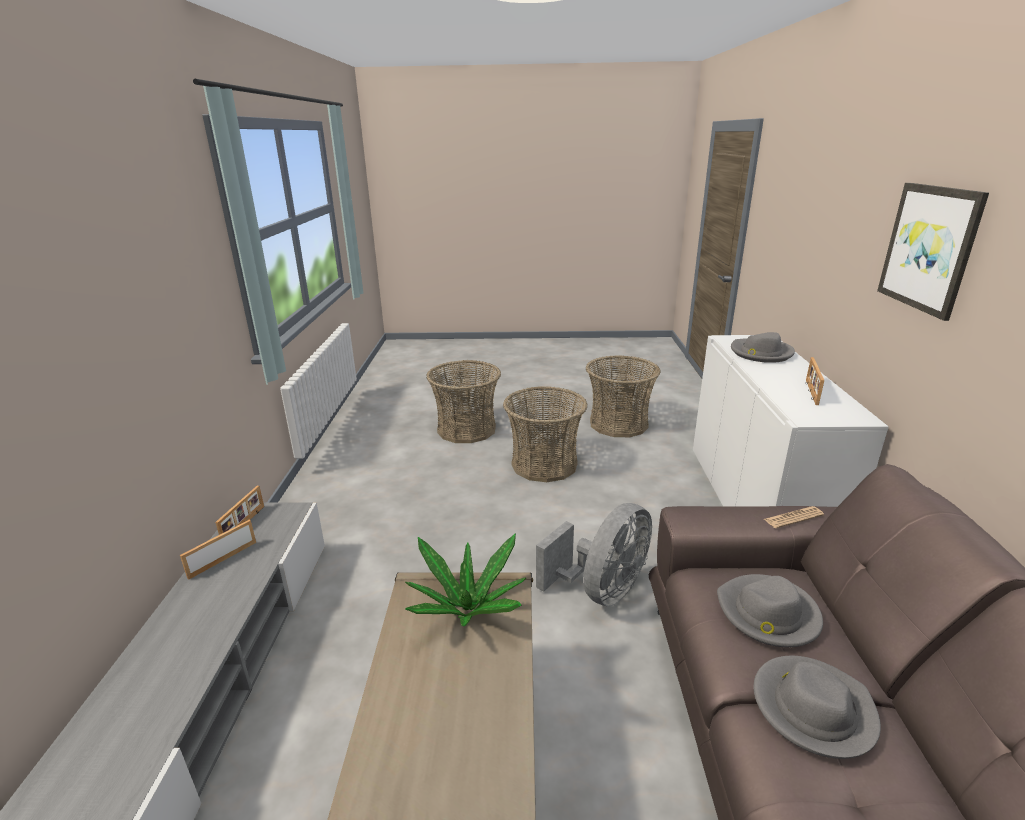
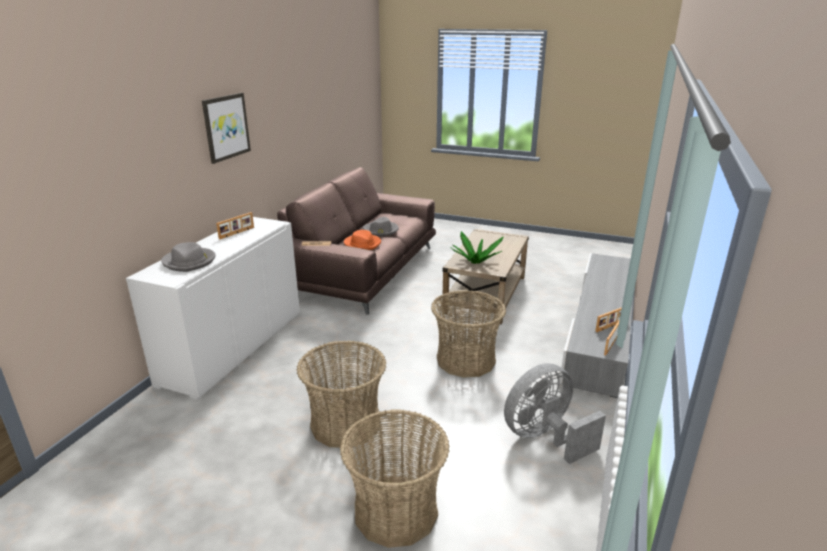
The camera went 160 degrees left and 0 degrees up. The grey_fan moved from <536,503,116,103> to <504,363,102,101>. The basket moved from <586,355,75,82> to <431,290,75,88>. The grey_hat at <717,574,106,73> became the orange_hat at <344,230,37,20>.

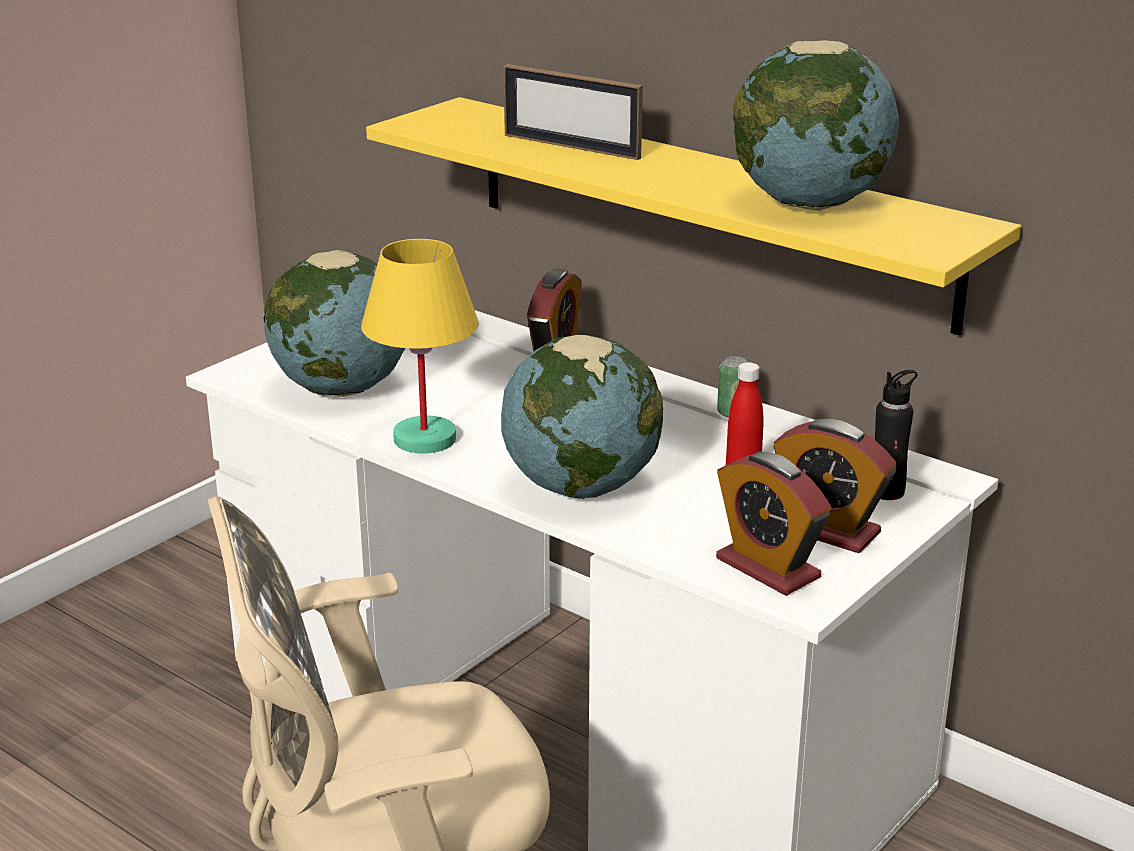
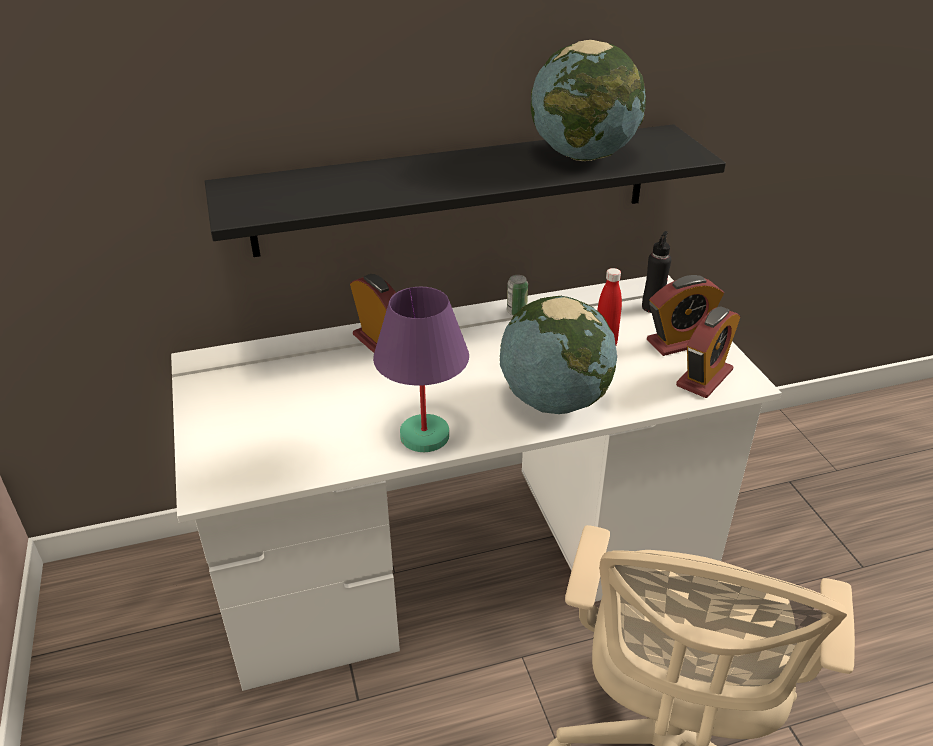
The camera went 55 degrees left and 10 degrees up. The globe at <263,250,142,147> disappeared. The picture_frame at <504,64,139,96> disappeared. The yellow_table_lamp at <361,239,118,214> became the purple_table_lamp at <373,287,96,165>. The yellow_shelf at <366,97,655,238> became the black_shelf at <205,124,521,133>. The alarm_clock at <716,452,115,144> turned 45 degrees counterclockwise.

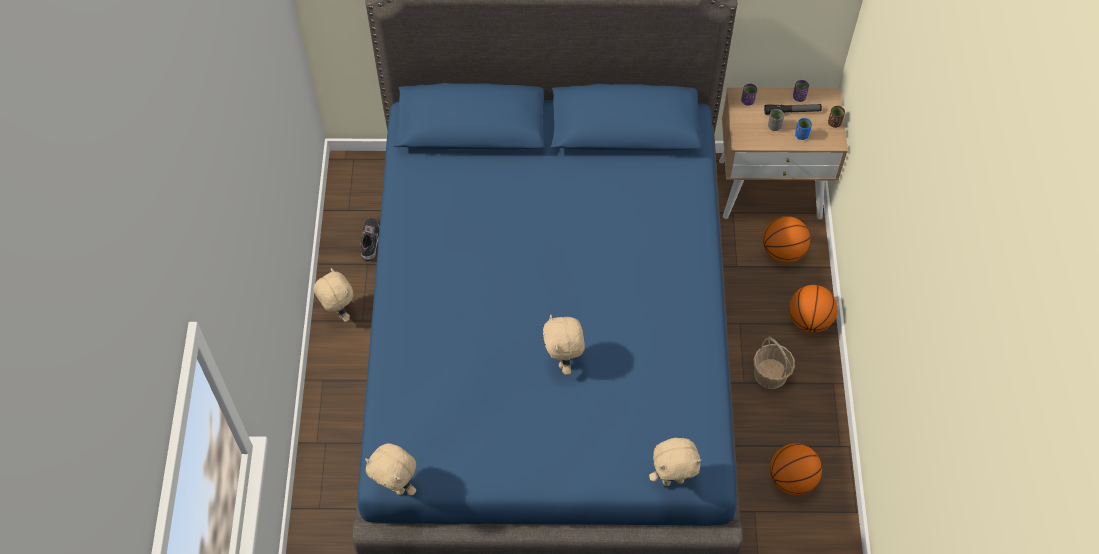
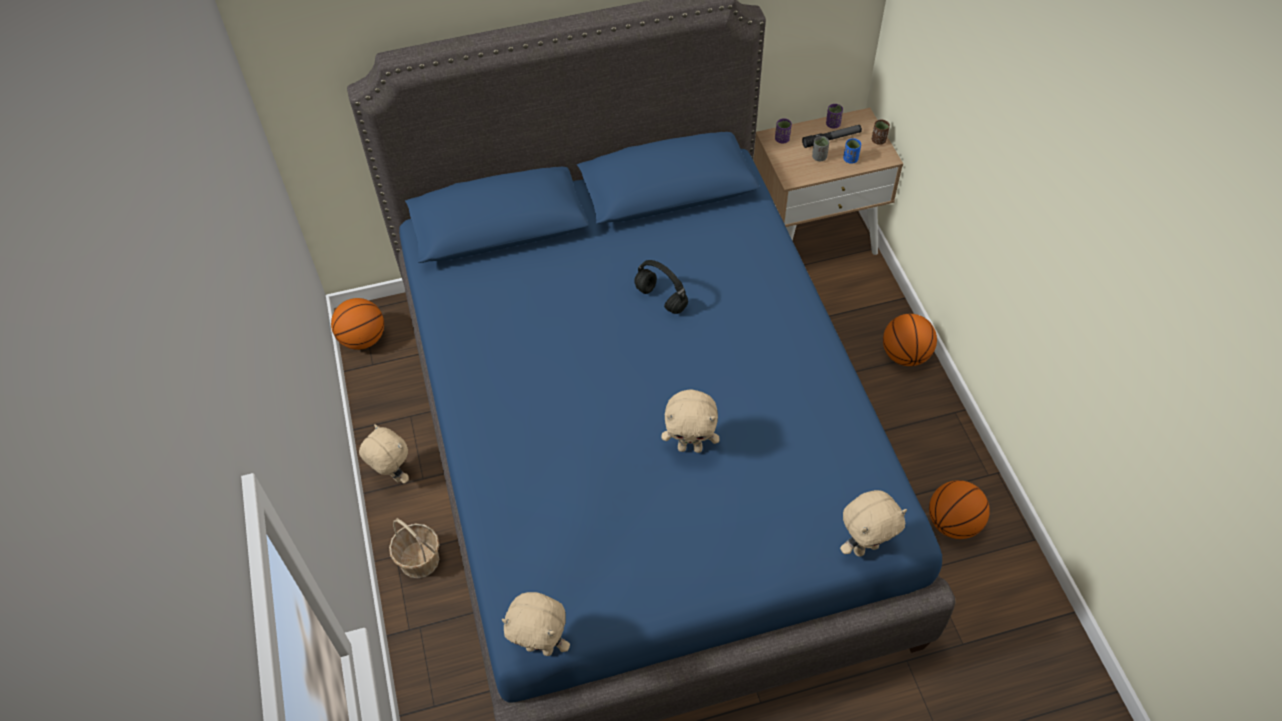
The camera went 15 degrees left and 5 degrees down. The shoe at <361,217,19,44> disappeared. The black_headphones at <634,260,54,54> appeared. The basket moved from <754,337,41,52> to <389,518,50,60>. The basketball moved from <763,216,47,47> to <331,298,53,52>. The beige_plush_toy at <543,314,42,61> turned 60 degrees counterclockwise.

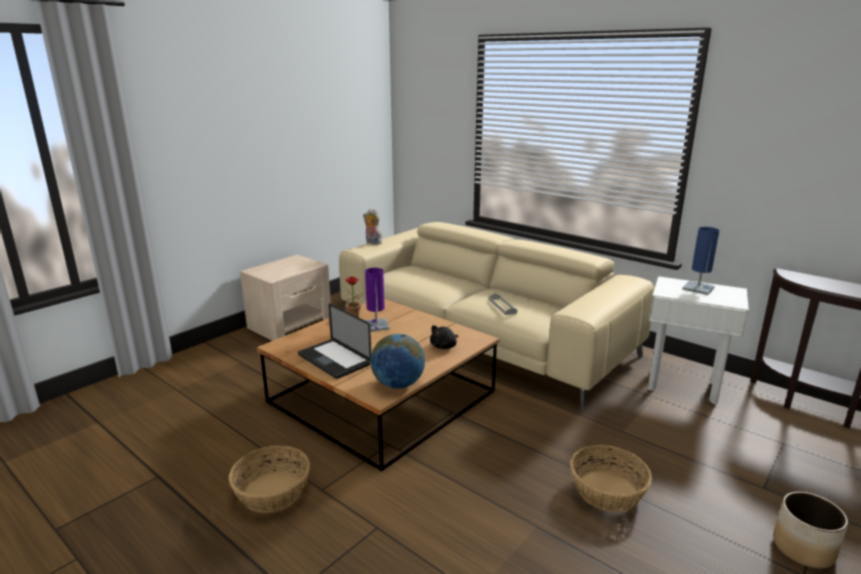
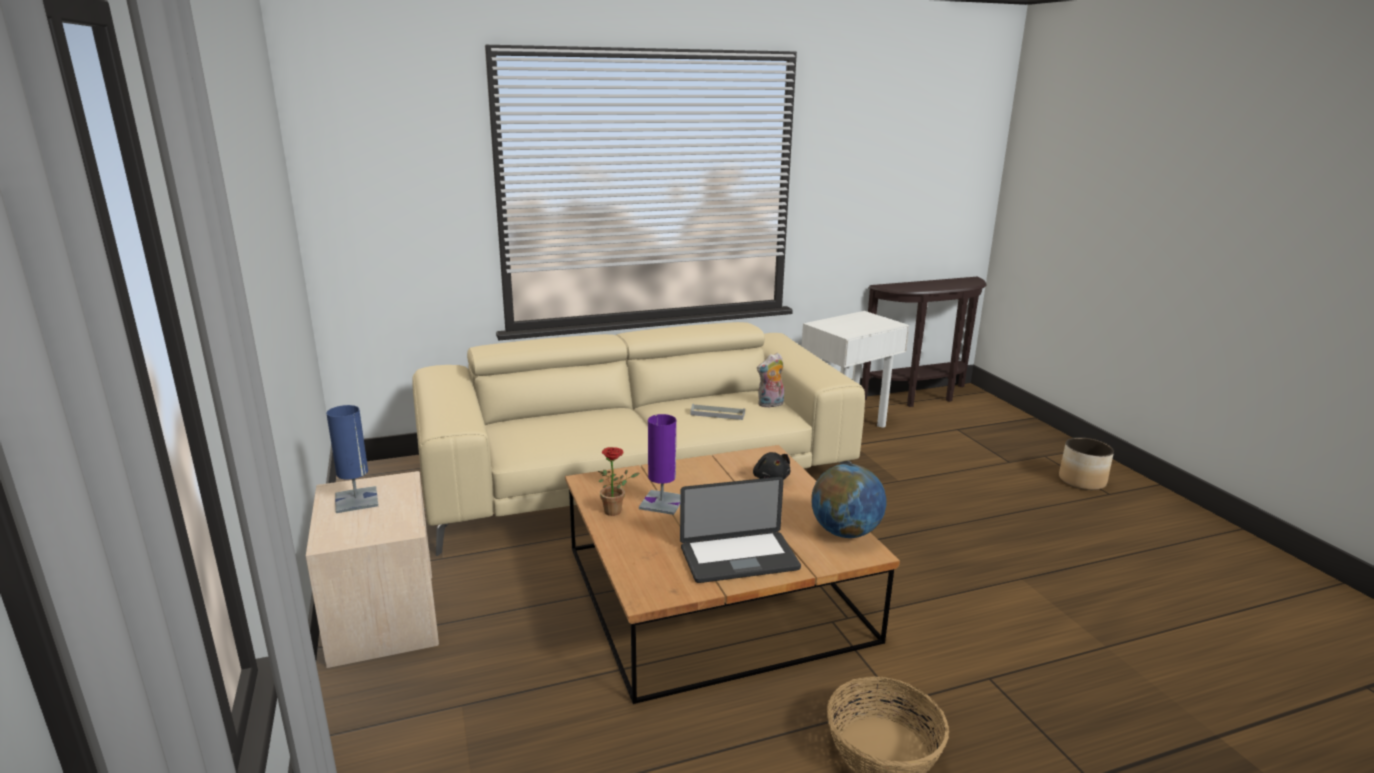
The camera went 60 degrees left and 0 degrees up. The basket at <570,445,82,67> disappeared. The plush_toy moved from <363,209,19,36> to <757,353,27,55>. The blue_table_lamp moved from <682,227,38,68> to <326,405,52,108>.

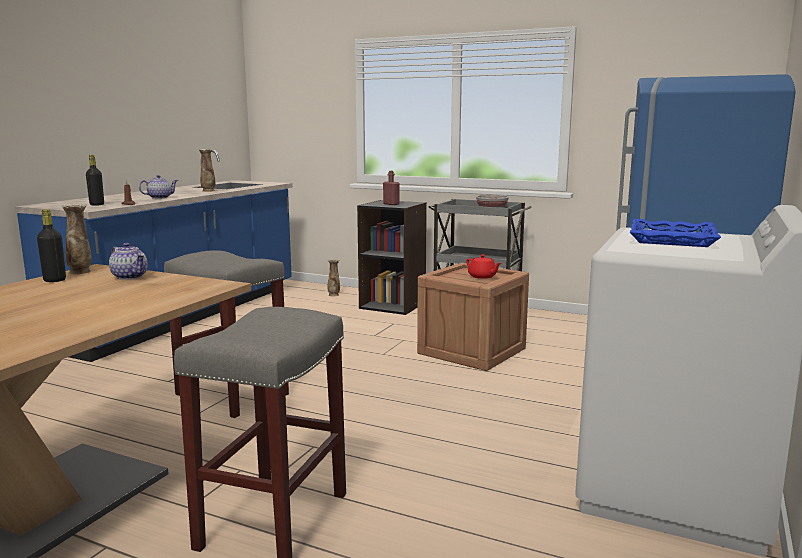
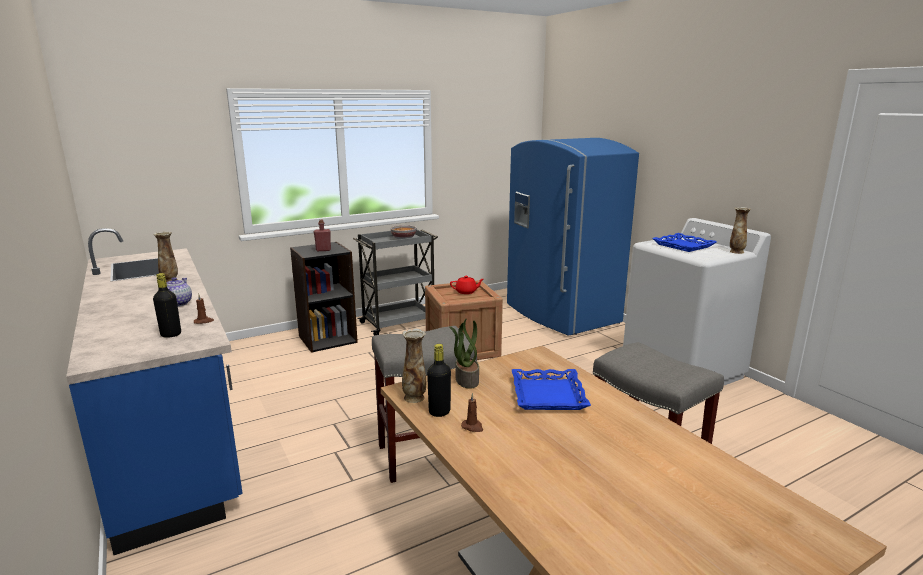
The camera went 55 degrees left and 5 degrees up. The brown_candle at <461,393,22,39> appeared. The blue_tray at <511,369,80,41> appeared. The vase moved from <328,259,12,37> to <730,207,21,47>. The teapot at <109,243,39,37> was replaced by the potted_plant at <449,319,30,70>.

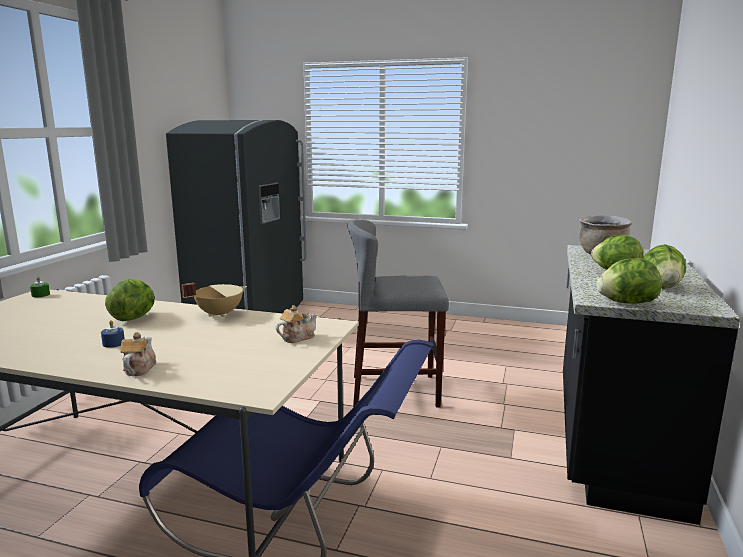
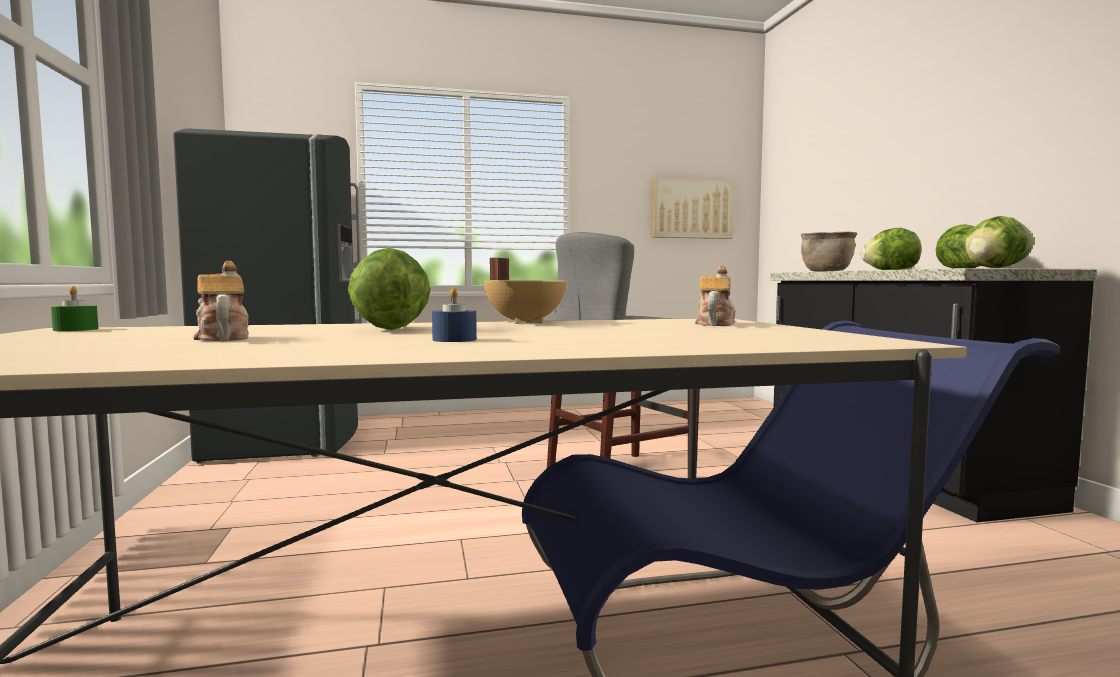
The camera went 30 degrees left and 10 degrees down. The picture at <651,178,83,61> appeared. The teapot moved from <120,332,36,44> to <193,261,56,80>.

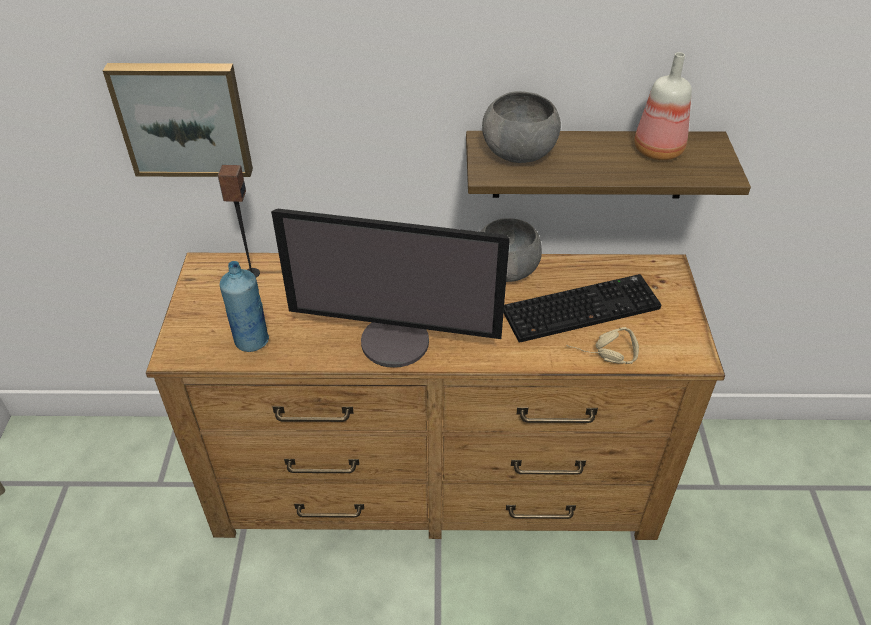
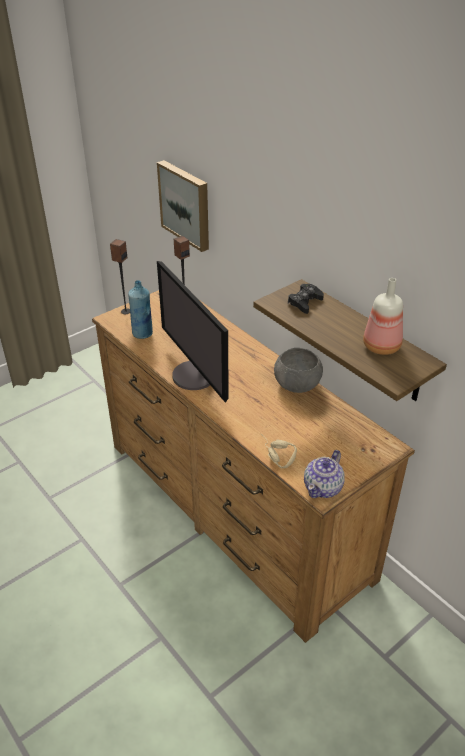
The camera went 50 degrees right and 5 degrees down. The keyboard at <504,274,157,69> disappeared. The speaker at <110,239,20,75> appeared. The teapot at <304,450,41,48> appeared. The grey_bowl at <482,91,79,72> was replaced by the black_game_controller at <288,284,36,30>.

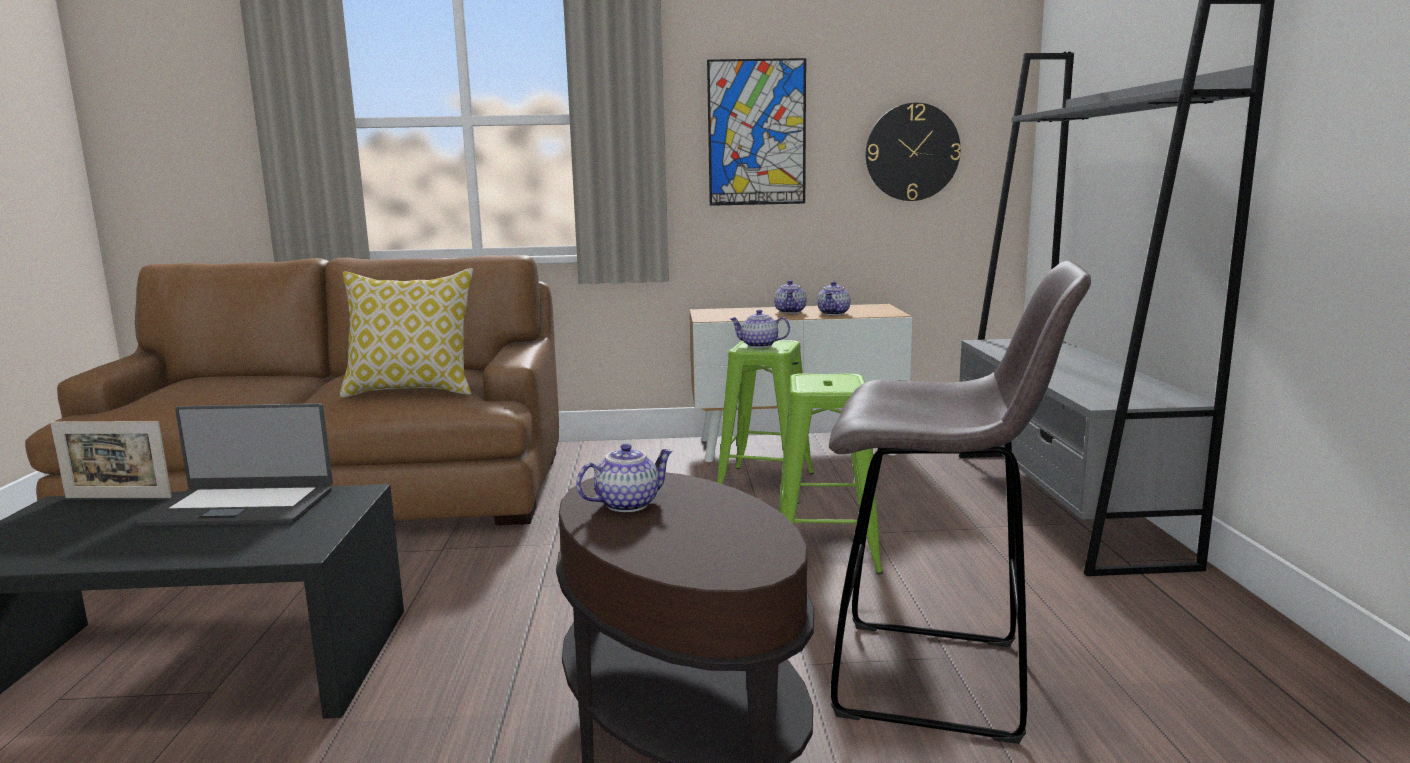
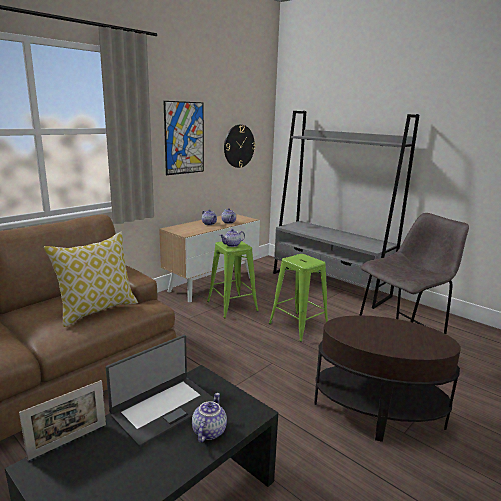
The camera went 45 degrees left and 5 degrees up. The teapot moved from <576,443,97,69> to <192,393,35,50>.

